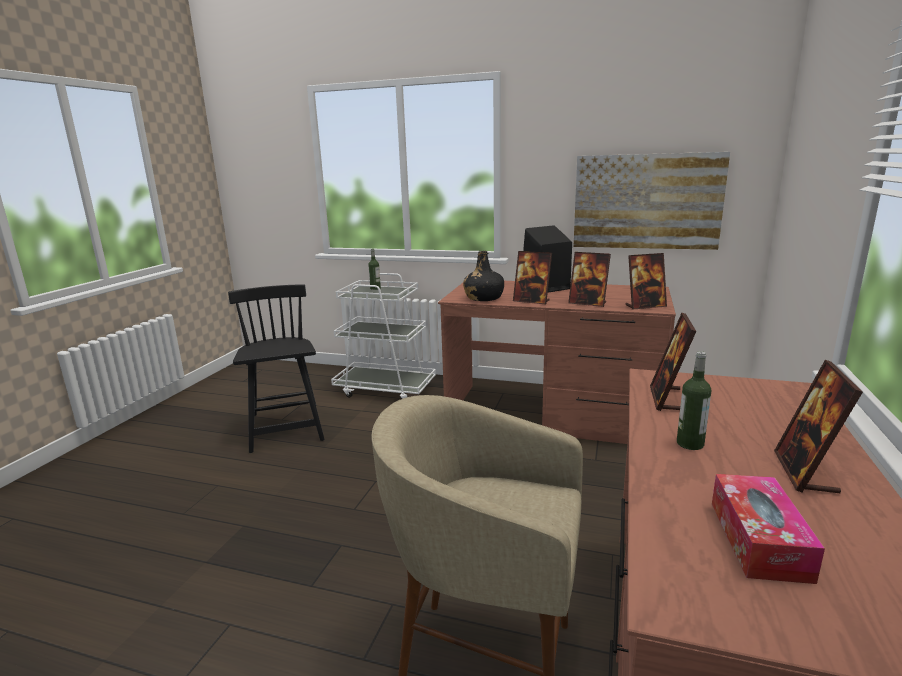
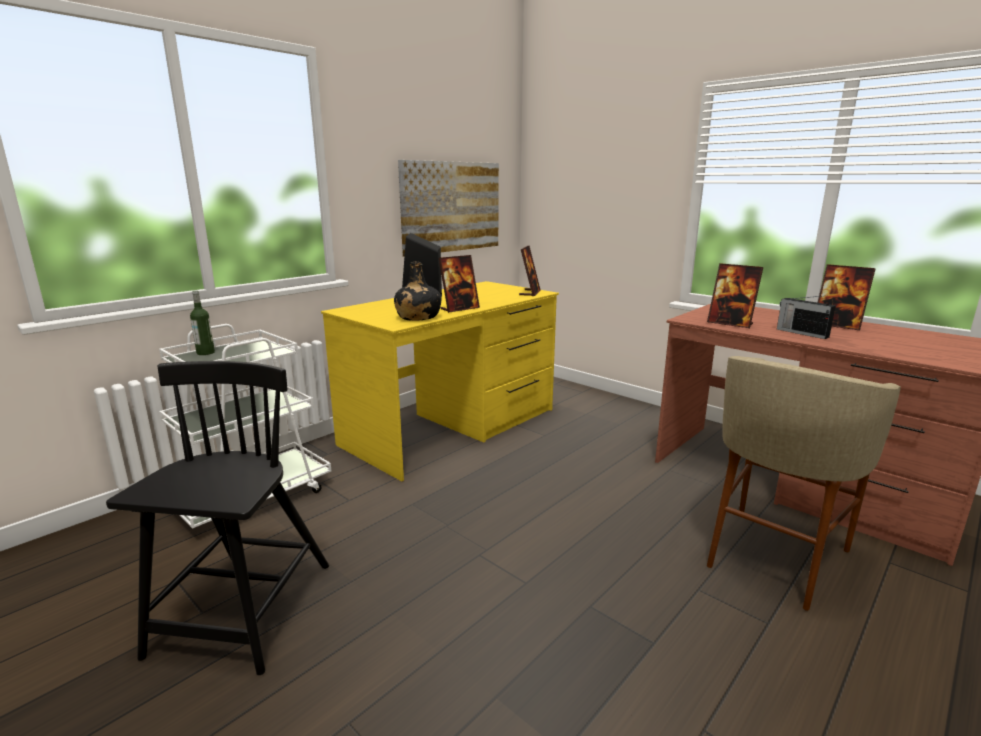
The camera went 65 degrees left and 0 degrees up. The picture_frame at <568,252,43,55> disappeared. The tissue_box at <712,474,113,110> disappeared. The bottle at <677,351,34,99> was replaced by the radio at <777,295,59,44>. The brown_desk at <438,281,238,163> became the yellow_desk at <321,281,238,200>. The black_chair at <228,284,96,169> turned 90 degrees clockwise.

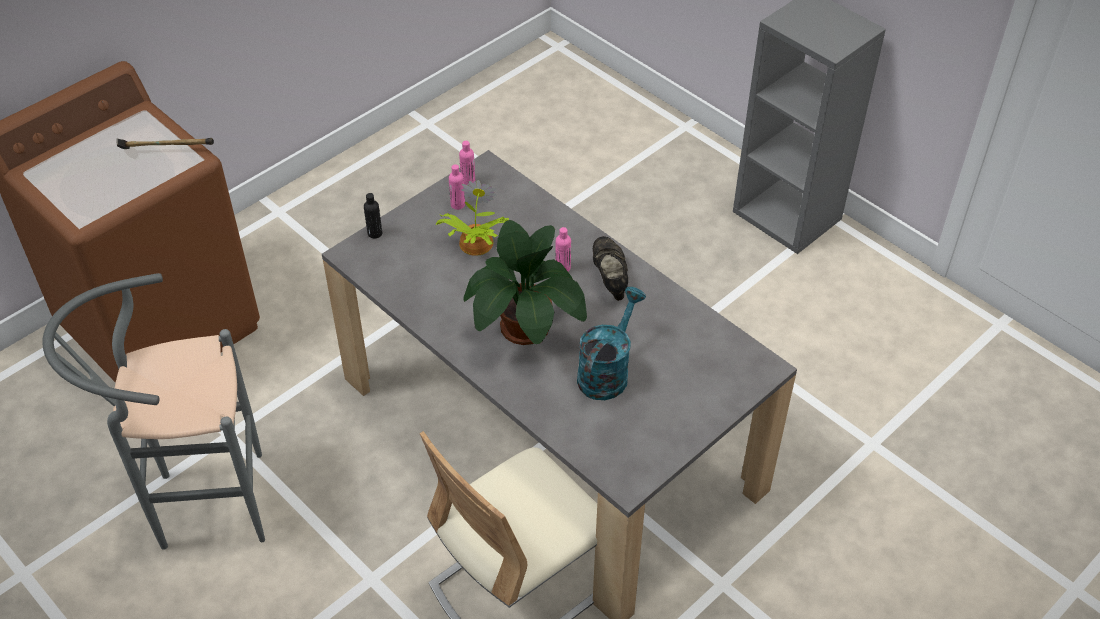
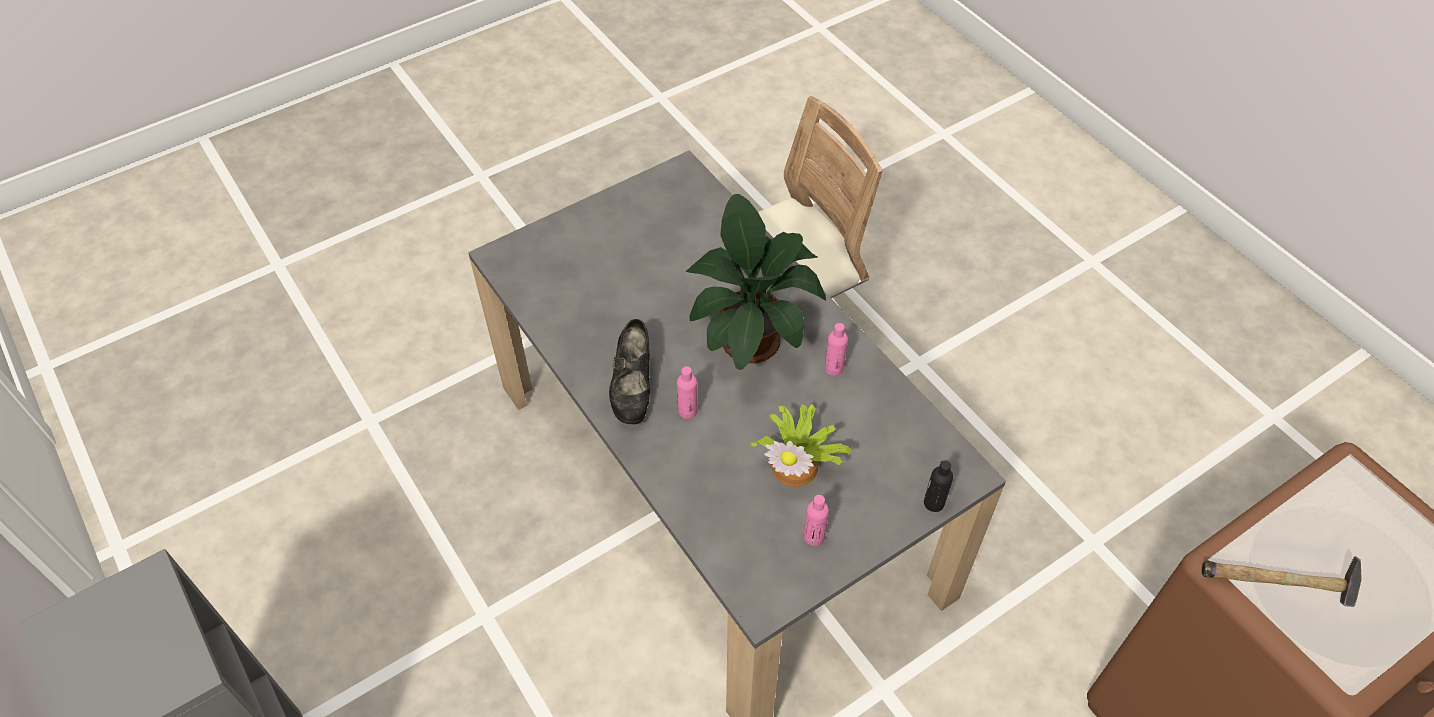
The camera went 170 degrees left and 5 degrees up. The grey_stool at <42,273,223,277> disappeared. The turquoise_watering_can at <577,287,69,113> disappeared. The pink_bottle moved from <459,141,16,44> to <824,323,24,53>.

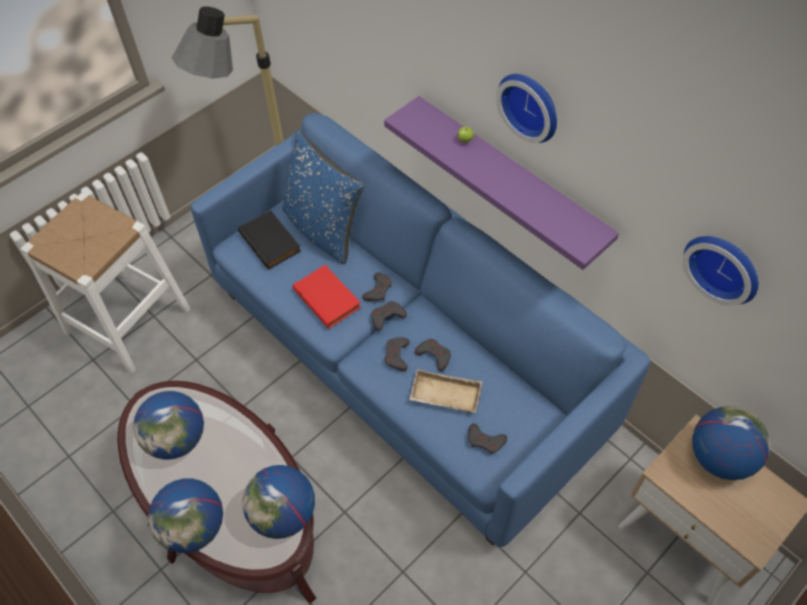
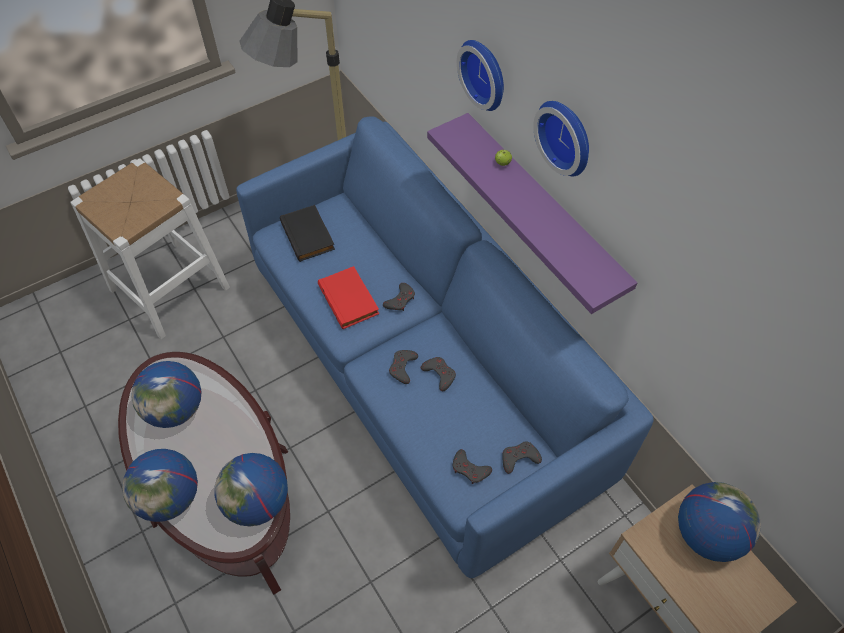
The camera went 10 degrees right and 0 degrees up. The blue_pillow at <282,130,82,134> disappeared. The beige_tray at <409,369,73,44> disappeared. The grey_game_controller moved from <372,301,35,30> to <502,442,40,32>. The wall_clock moved from <683,236,76,70> to <457,40,47,71>.

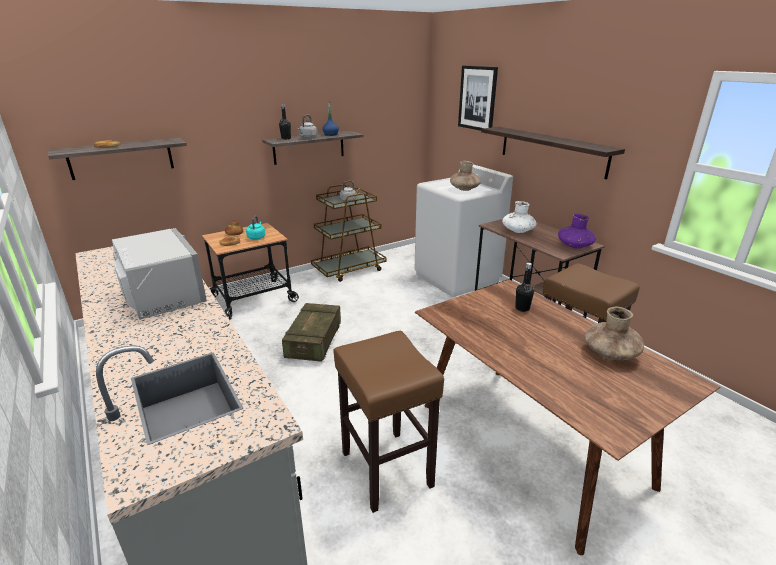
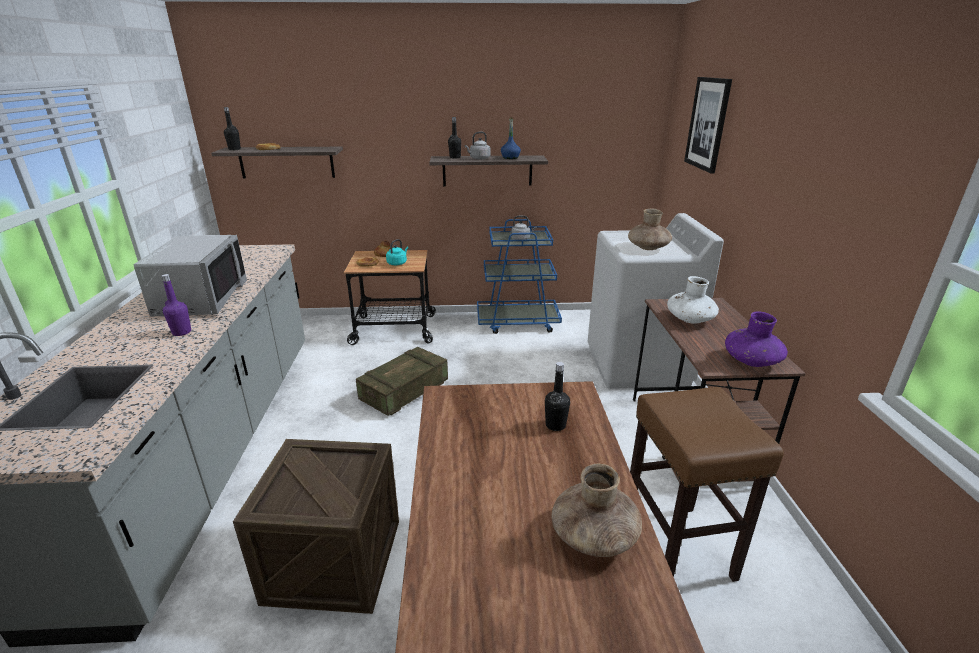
The camera went 30 degrees right and 0 degrees up. The shelf at <481,127,144,53> disappeared. The purple_bottle at <161,274,30,62> appeared. The black_bottle at <224,107,17,43> appeared. The brown_stool at <333,331,111,182> was replaced by the crate at <233,439,166,175>. The brown_cart at <311,184,76,98> became the blue_cart at <477,219,85,115>.

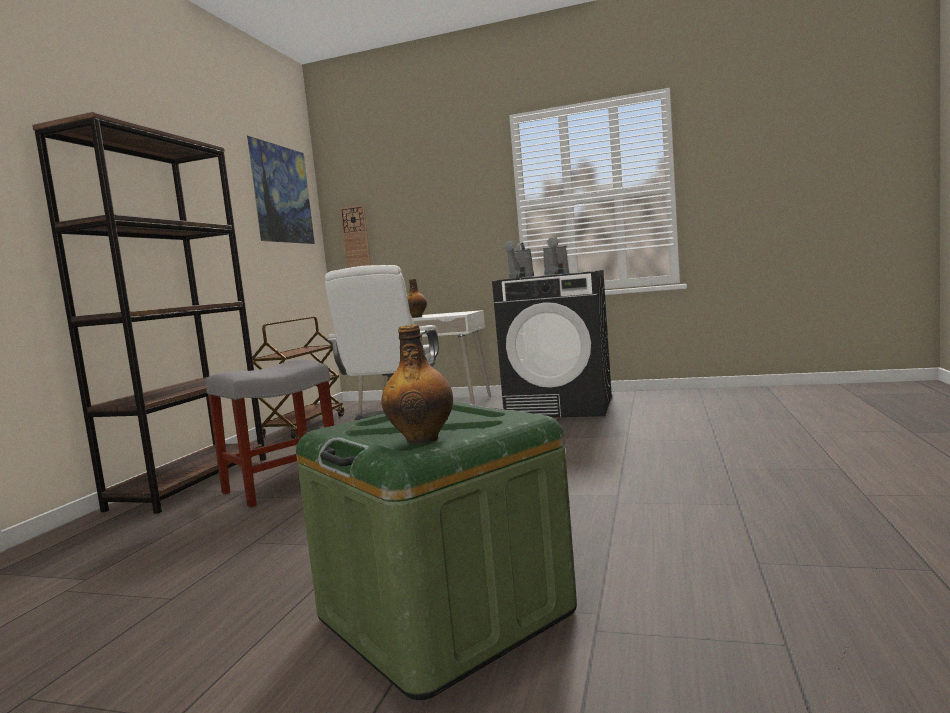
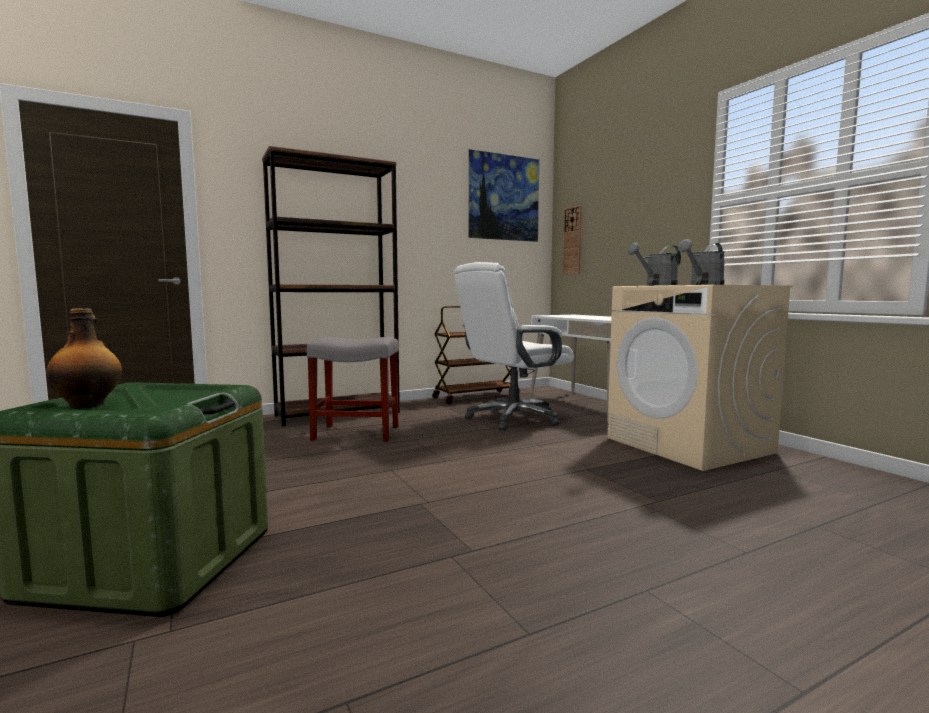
The camera went 45 degrees right and 0 degrees up. The bottle at <407,279,20,39> disappeared. The black_washing_machine at <492,270,120,147> became the beige_washing_machine at <607,285,186,186>.

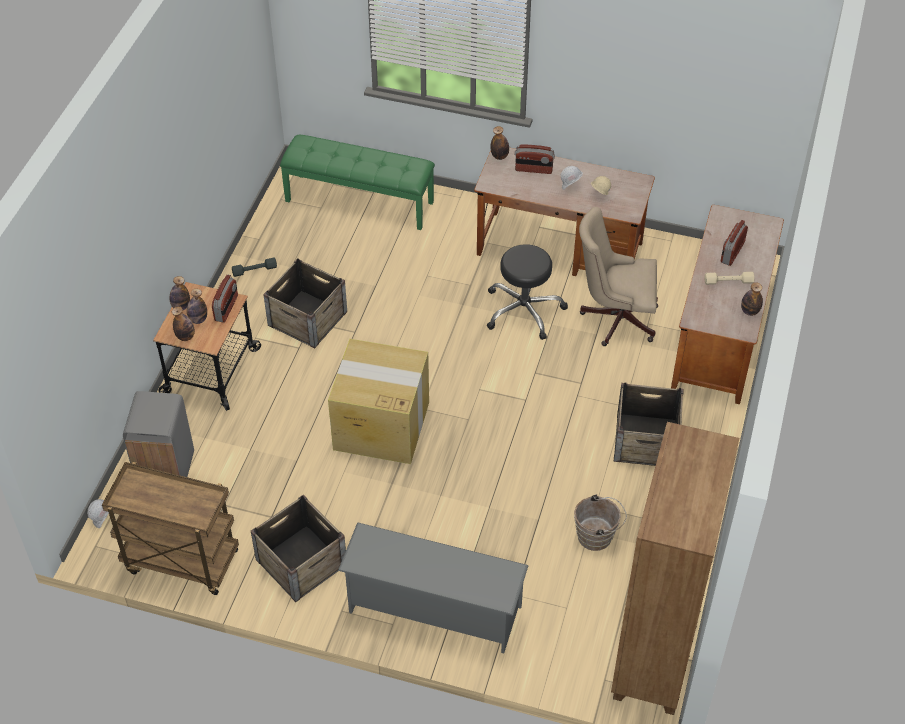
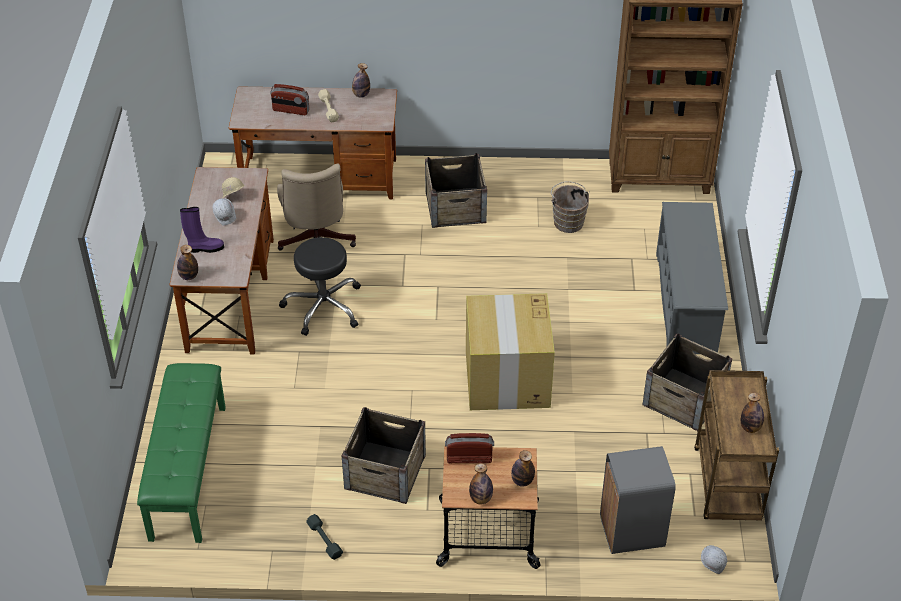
The camera went 105 degrees left and 5 degrees down. The bottle moved from <187,289,20,35> to <741,393,23,40>. The radio at <515,145,40,29> was replaced by the purple_boot at <180,207,44,46>.

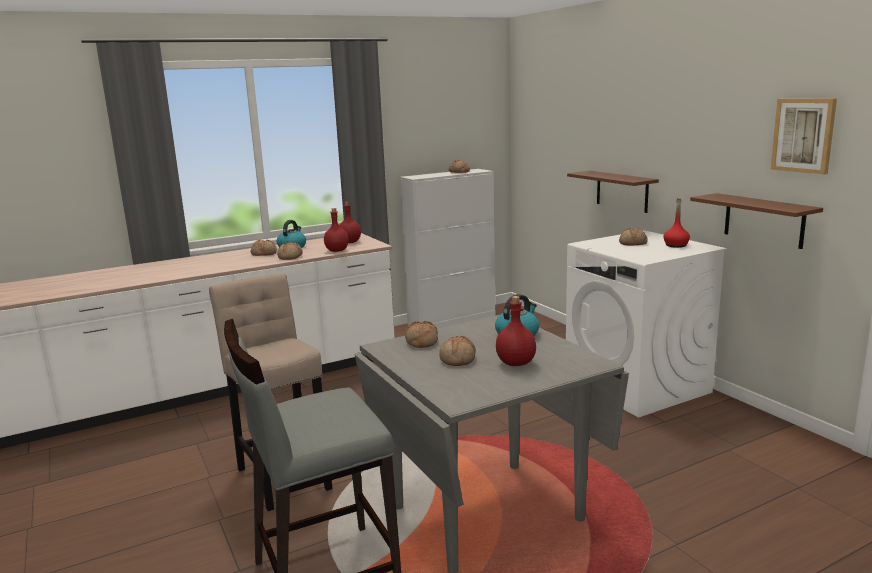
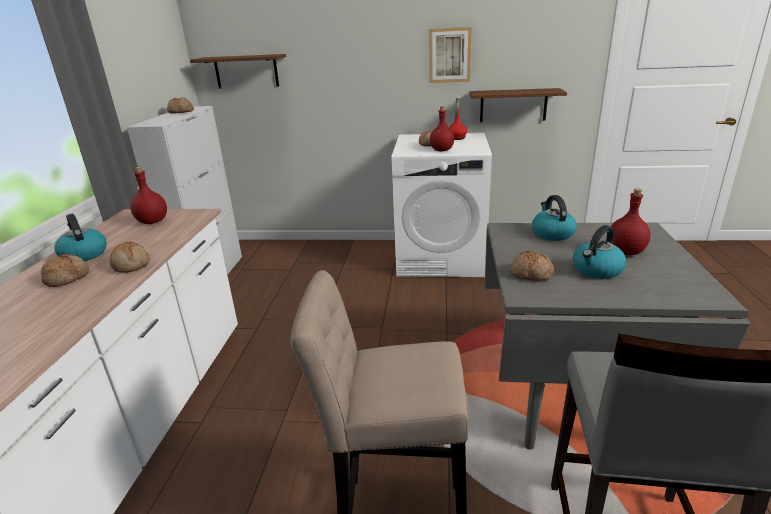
The camera went 55 degrees left and 10 degrees up. The red_bottle moved from <324,208,25,44> to <430,107,24,44>. The brown_shelf moved from <567,171,92,42> to <190,54,96,35>. The picture moved from <771,99,66,75> to <429,27,43,56>. The bread at <439,336,37,30> was replaced by the kettle at <573,225,53,54>.

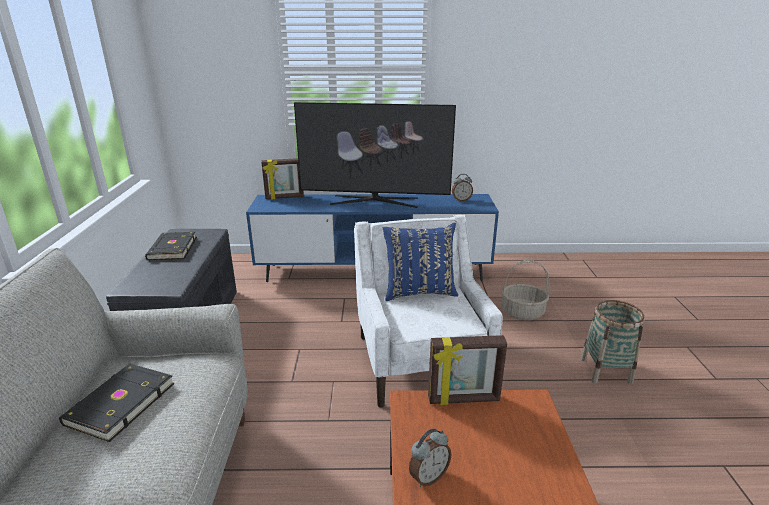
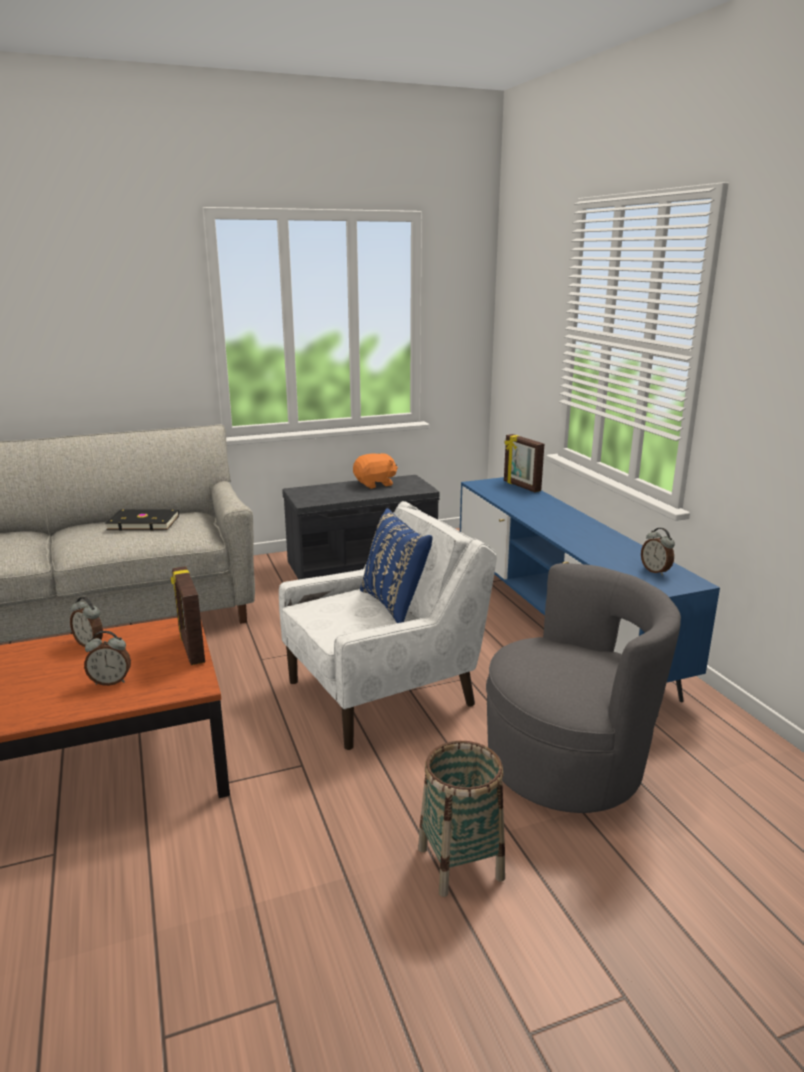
The camera went 70 degrees right and 5 degrees down. The television at <294,102,162,106> disappeared. The alarm_clock at <84,631,47,55> appeared. The black_book at <145,232,52,28> was replaced by the orange_plush_toy at <353,453,45,36>. The basket at <502,260,47,60> was replaced by the grey_armchair at <486,563,195,250>.

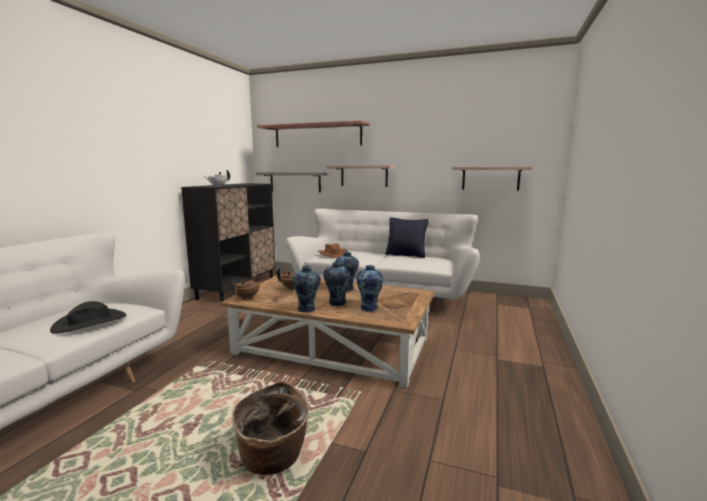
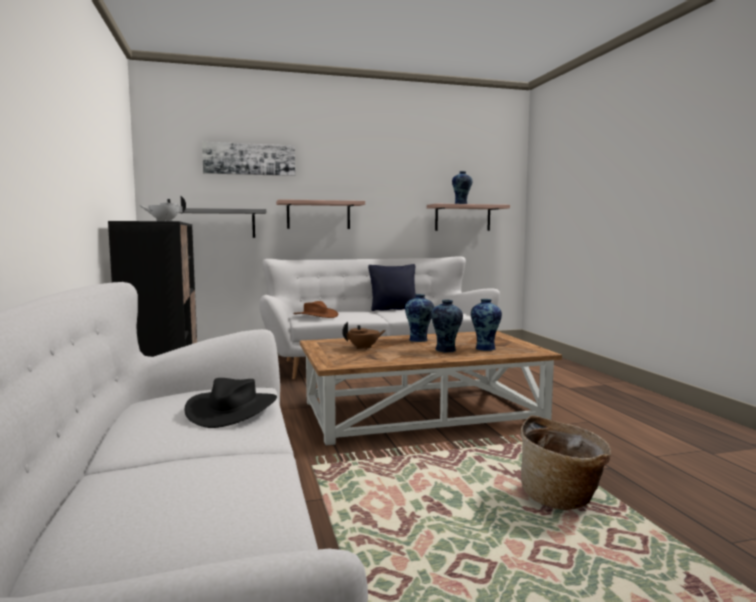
The camera went 35 degrees left and 5 degrees down. The brown_teapot at <231,279,31,21> disappeared. The vase moved from <292,266,29,47> to <452,171,20,33>. The shelf at <257,121,113,26> was replaced by the picture at <202,142,93,34>.

